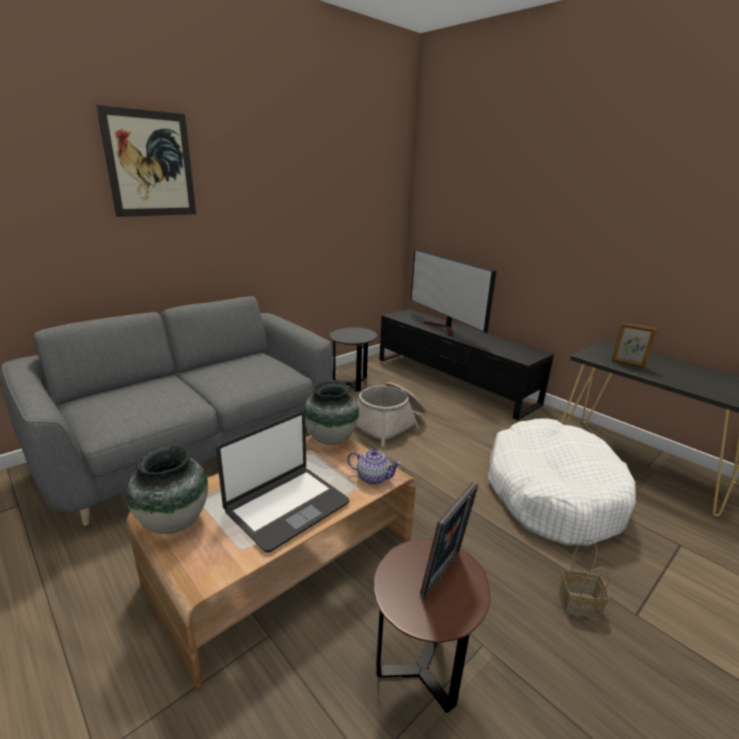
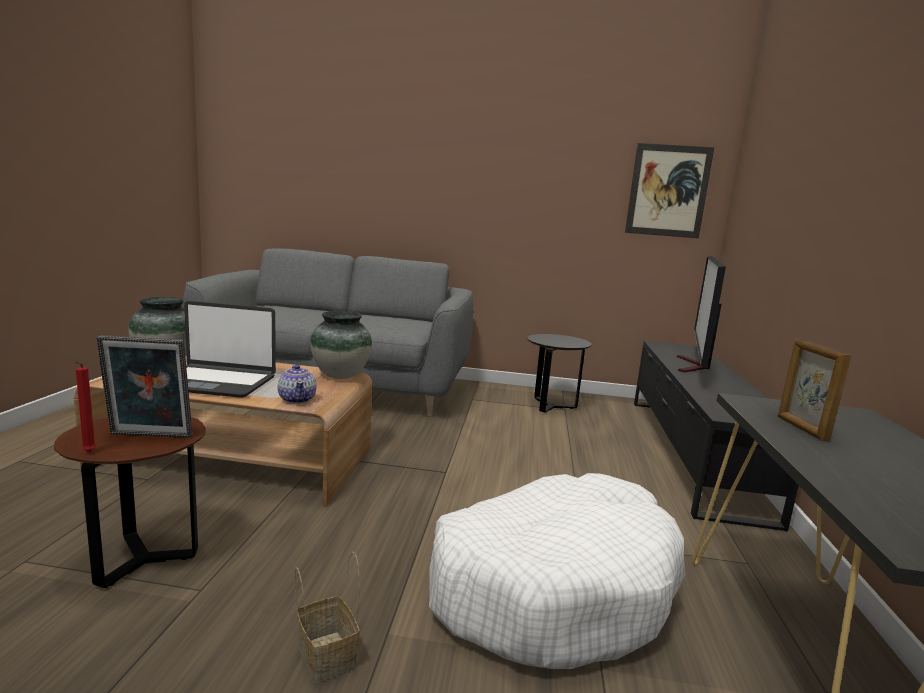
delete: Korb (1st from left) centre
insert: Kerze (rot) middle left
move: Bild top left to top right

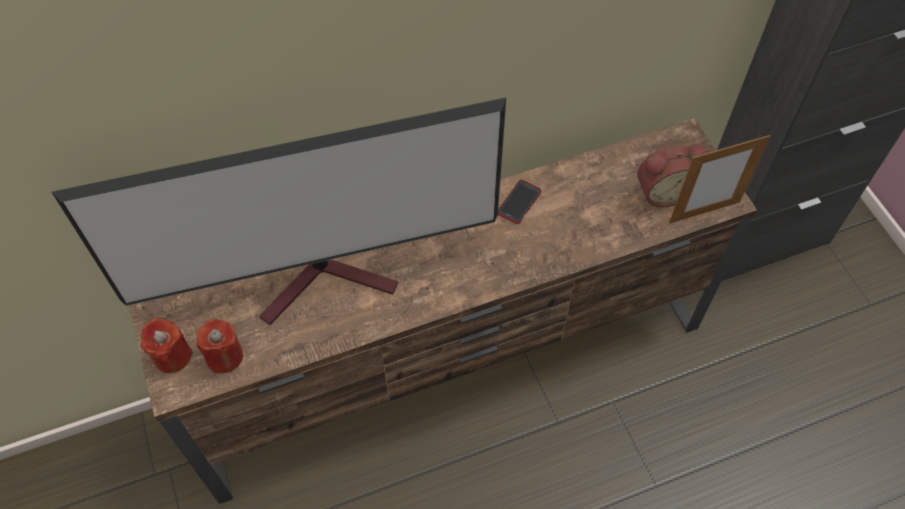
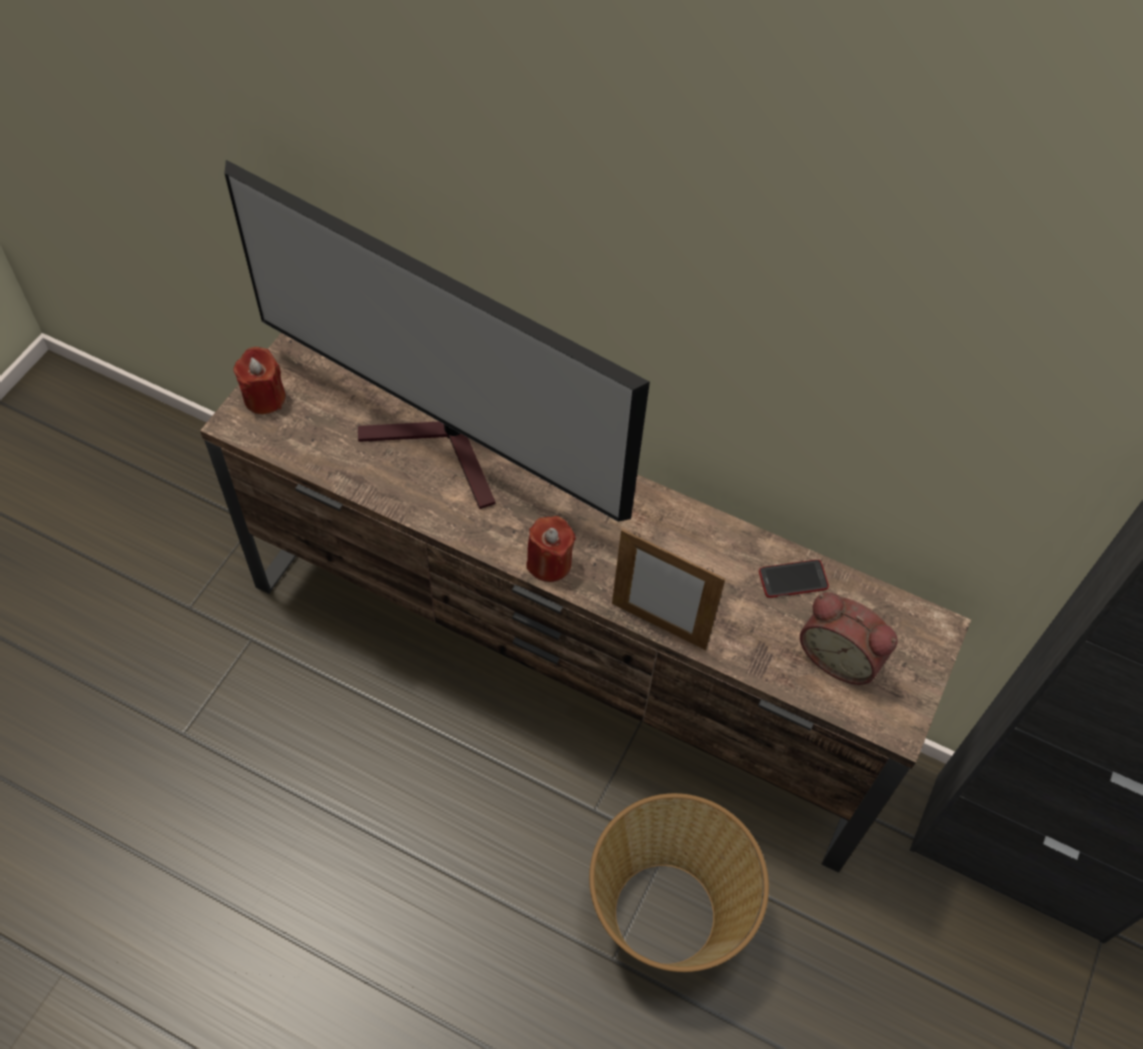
insert: Korb bottom centre
move: Bilderrahmen middle right to centre; Handy centre to middle right; Kerze (rot) (2nd from left) bottom left to centre

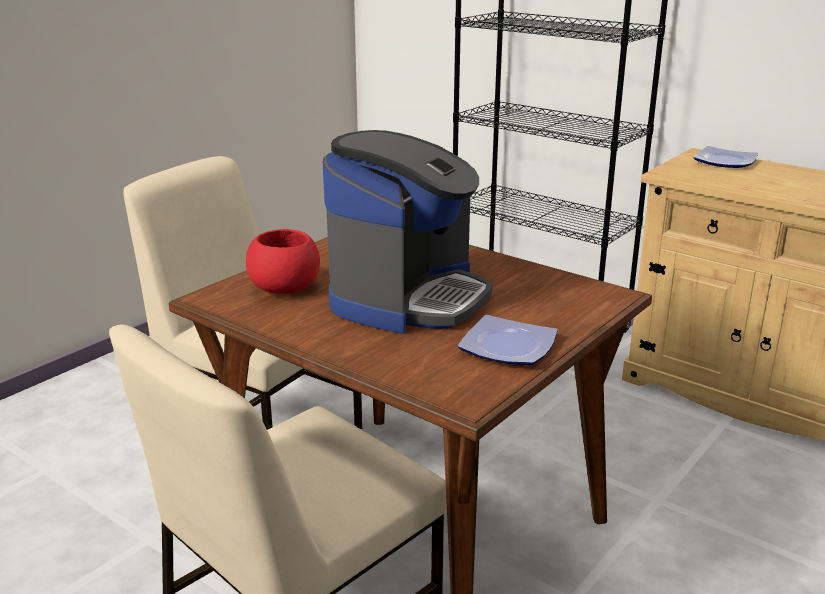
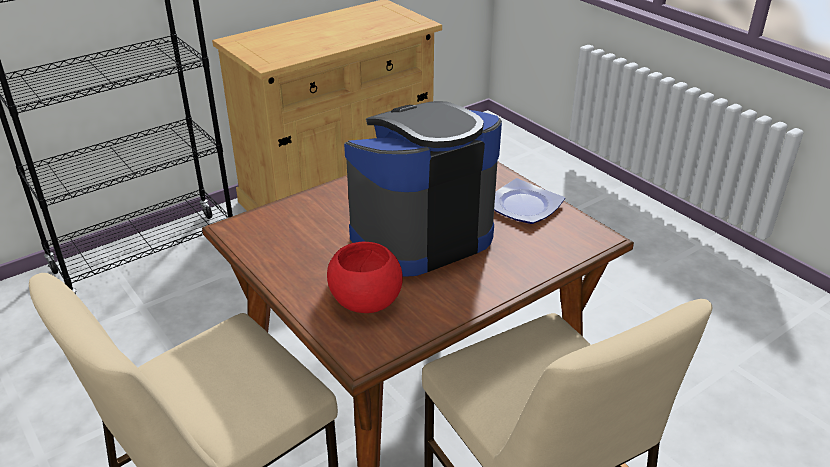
delete: Teller (2nd from left) top right
rotate: Kaffeemaschine centre = centre 75 degrees counterclockwise

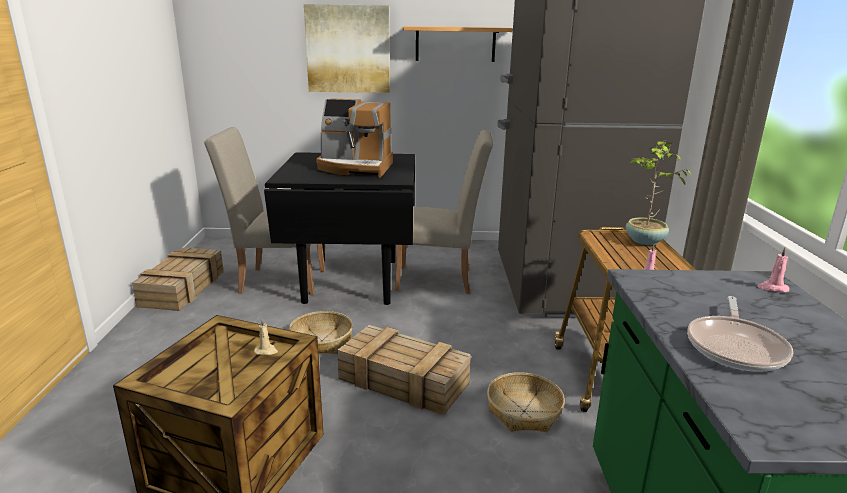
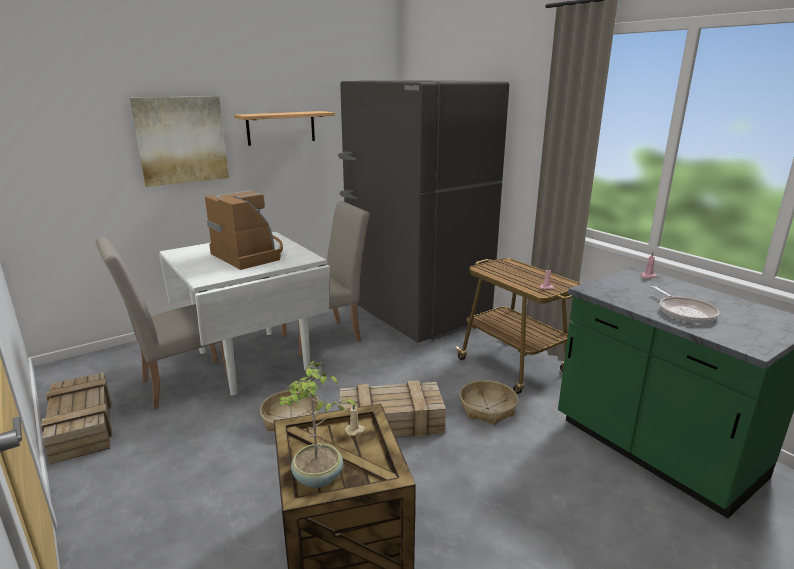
move: Topfpflanze middle right to bottom centre
recolor: Esstisch (schwarz) centre to Esstisch (weiß) middle left
rotate: Kaffeemaschine top centre = middle left 105 degrees counterclockwise

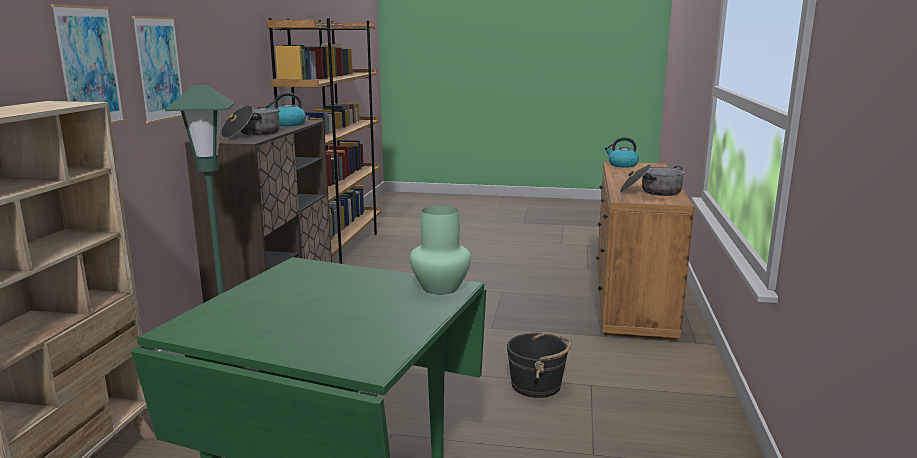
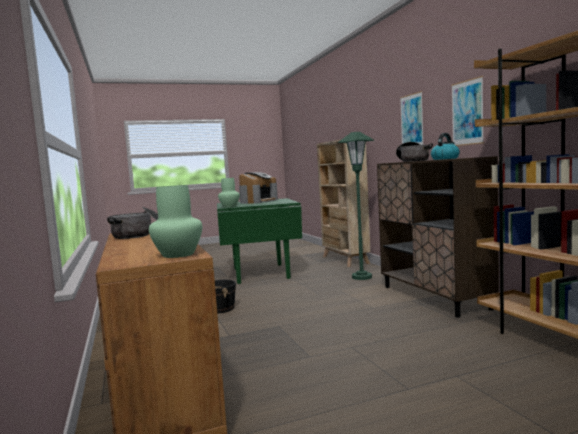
insert: Kaffeemaschine centre
move: Bild (1st from left in the first image) top left to Bild (2nd from left) top right
replace: Wasserkessel (2nd from left) top right to Vase (grün) (1st from left) middle left

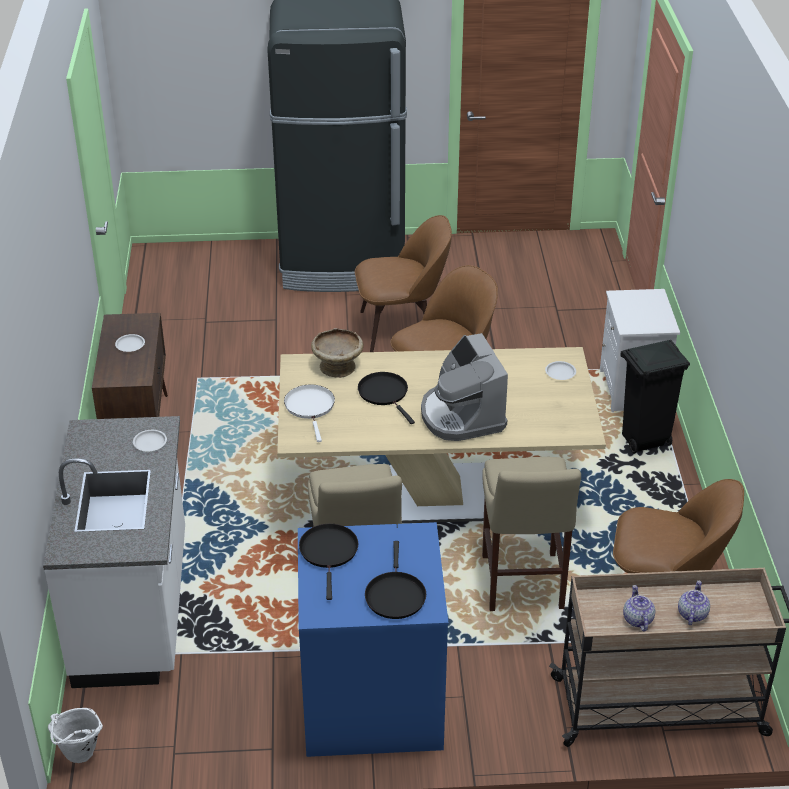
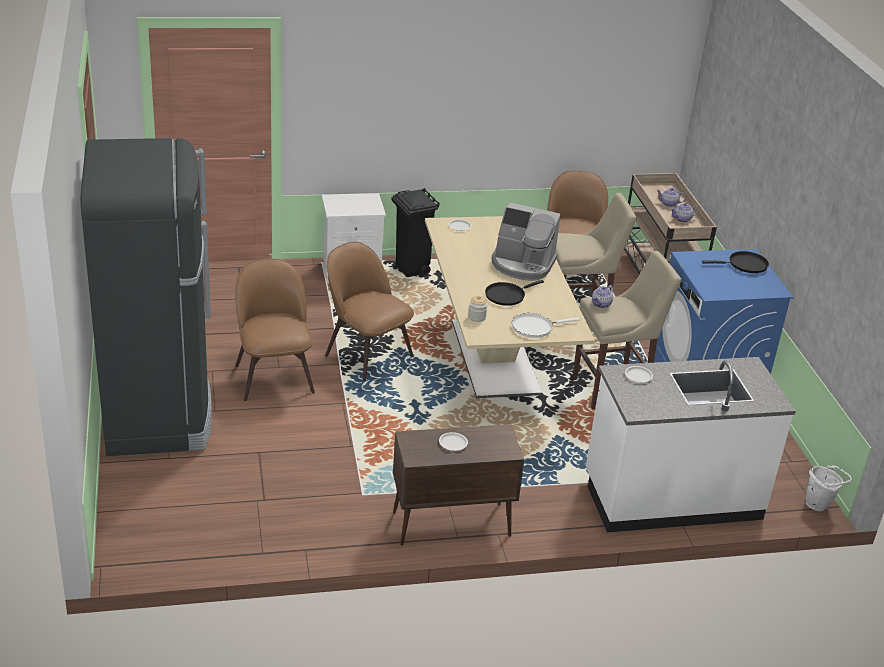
delete: Pfanne (schwarz) (1st from left) bottom centre
insert: Teekanne (1st from left) middle right
replace: Schüssel (beige) centre to Vorratsglas centre
rotate: Kaffeemaschine centre = centre 45 degrees clockwise

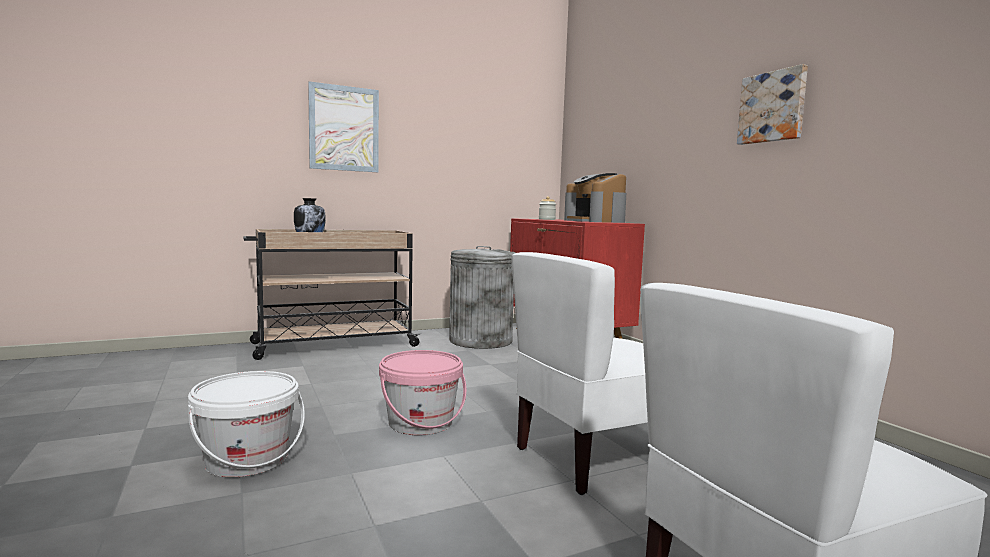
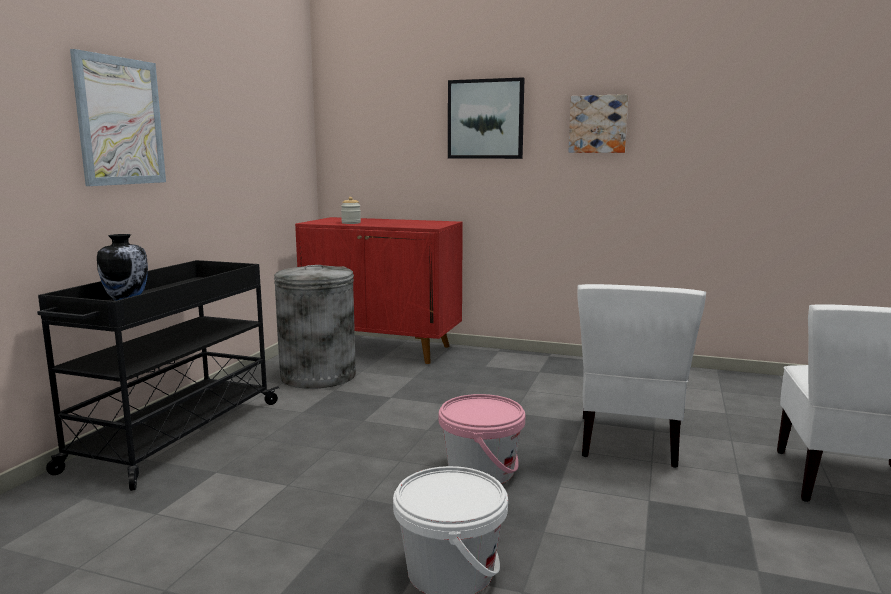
delete: Kaffeemaschine centre
insert: Bild (2nd from left) top centre
recolor: Rollwagen (beige) centre to Rollwagen (schwarz) middle left

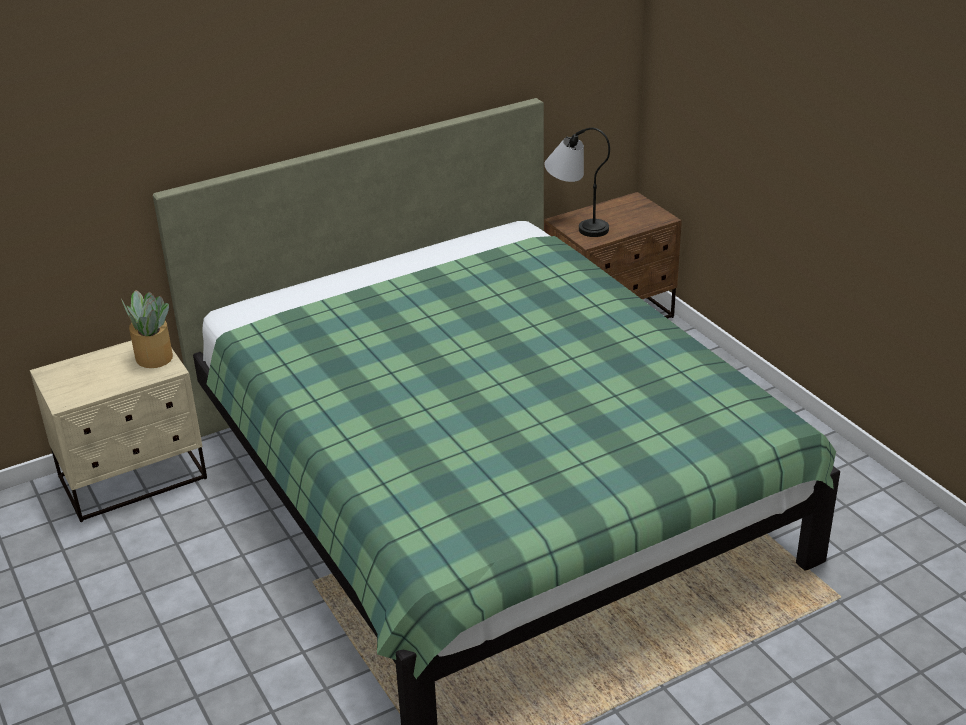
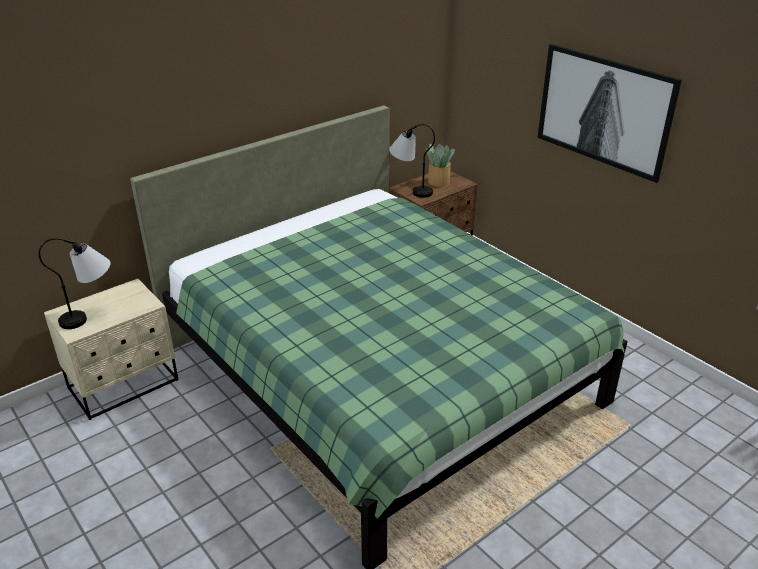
insert: Bild top right; Tischlampe (1st from left) middle left
move: Topfpflanze middle left to top centre

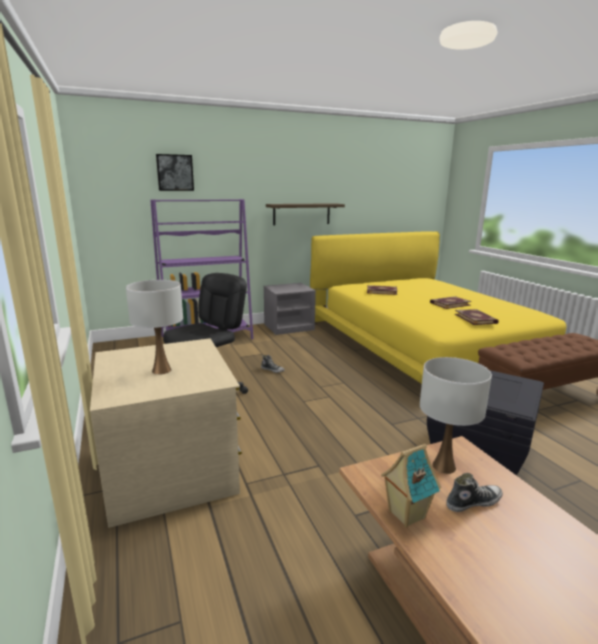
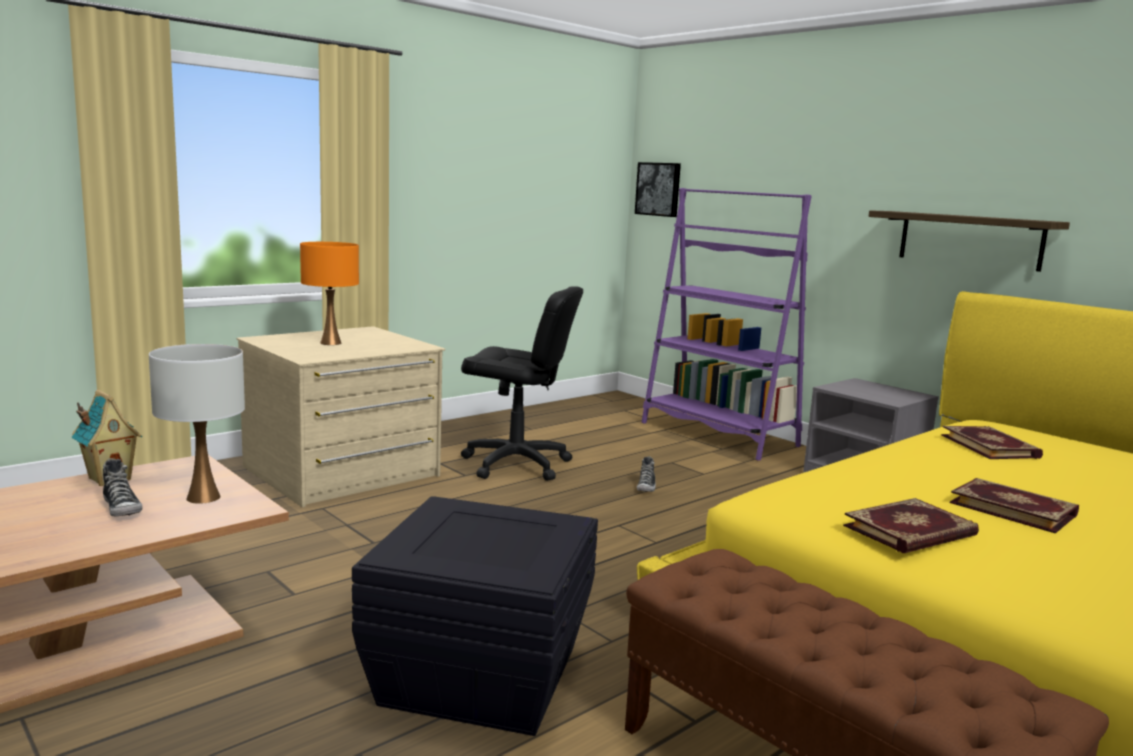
move: Bild top left to top centre
recolor: Tischlampe (weiß) (1st from left) middle left to Tischlampe (orange) middle left

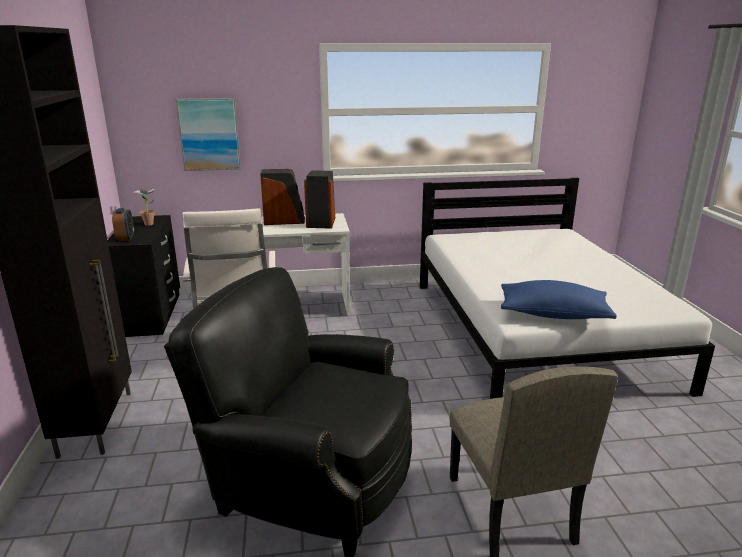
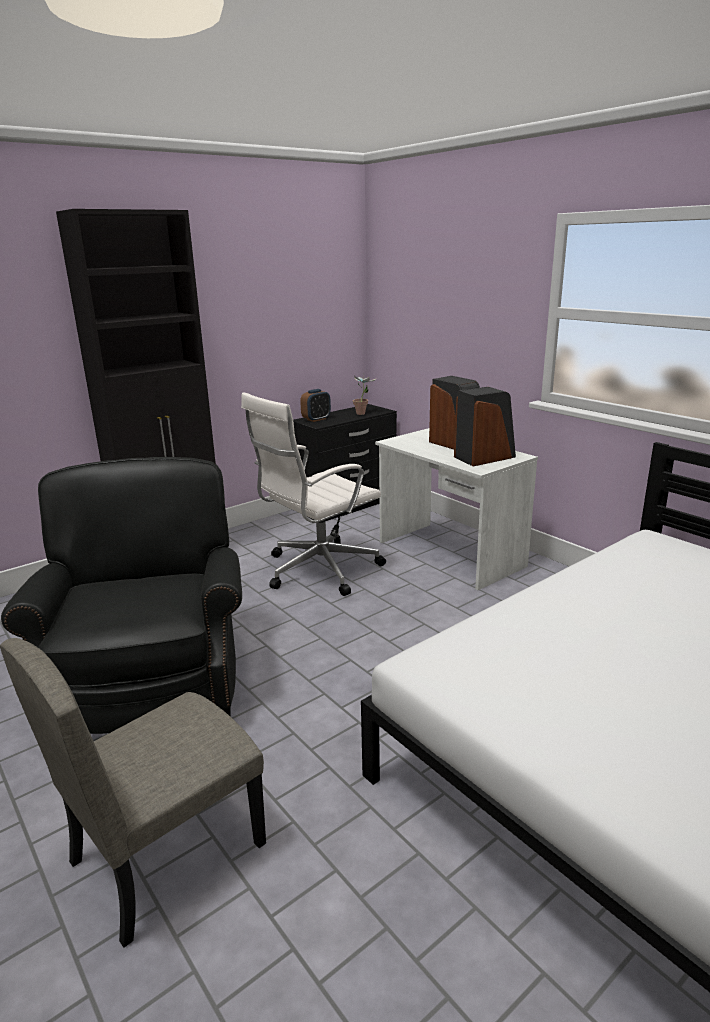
delete: Bild top left; Kissen (blau) middle right

